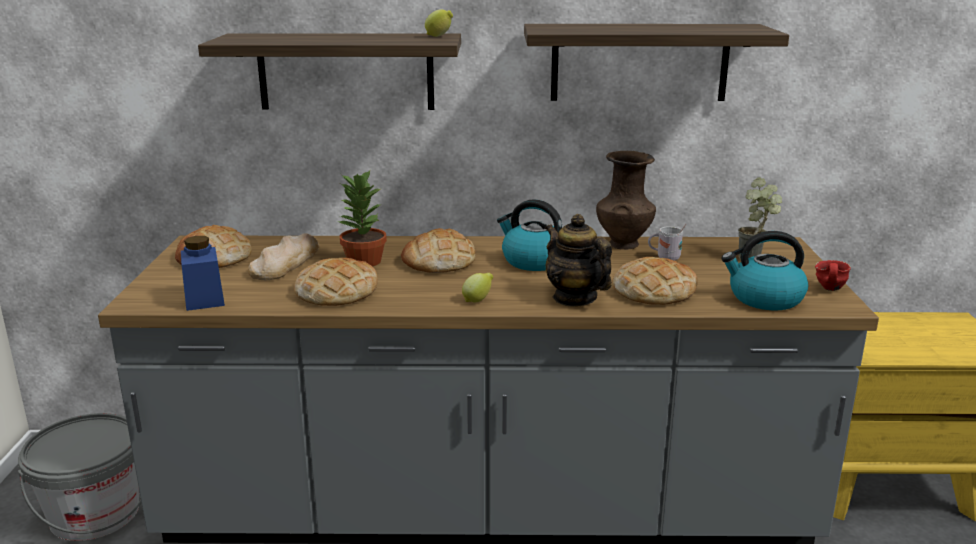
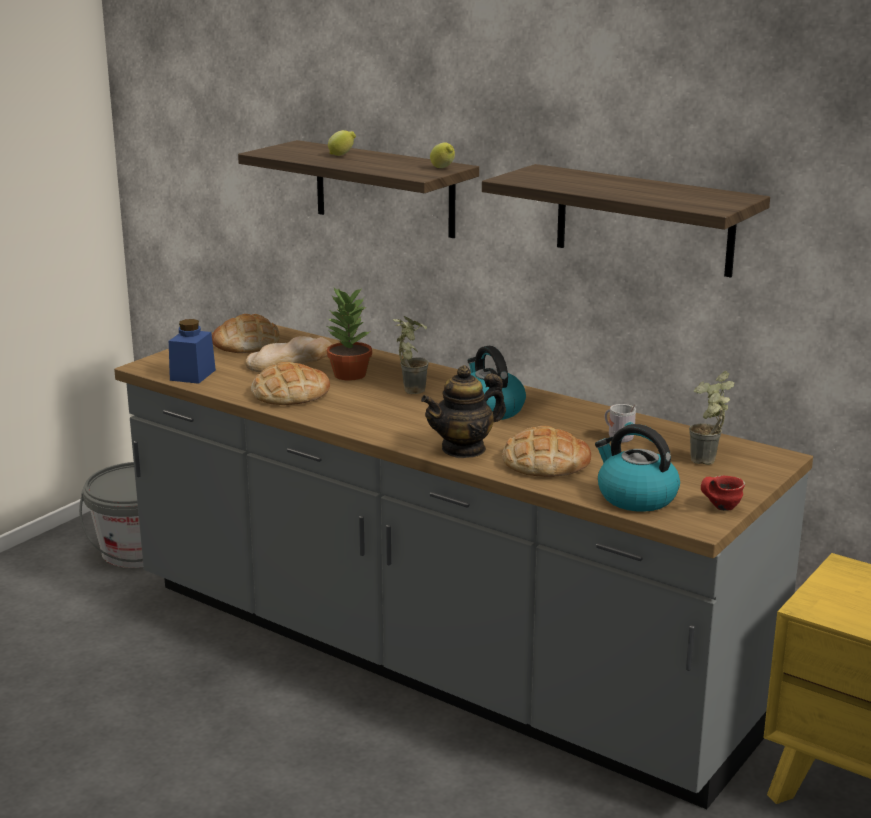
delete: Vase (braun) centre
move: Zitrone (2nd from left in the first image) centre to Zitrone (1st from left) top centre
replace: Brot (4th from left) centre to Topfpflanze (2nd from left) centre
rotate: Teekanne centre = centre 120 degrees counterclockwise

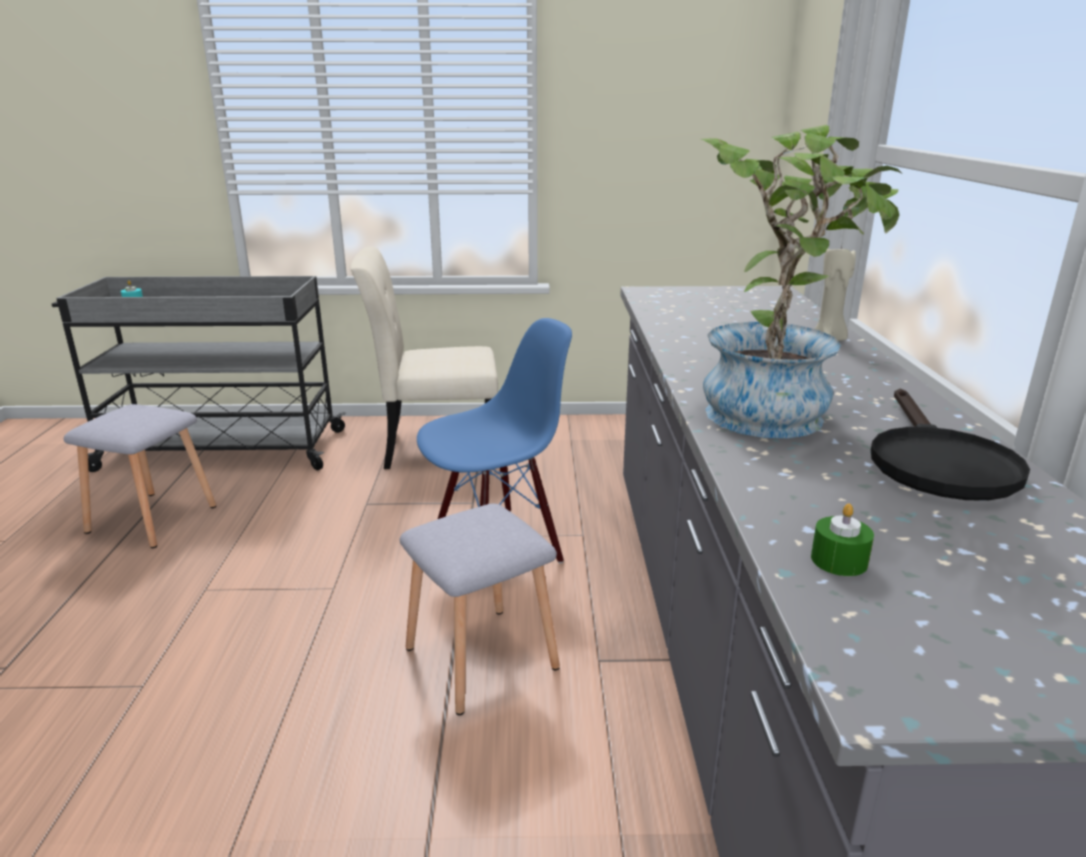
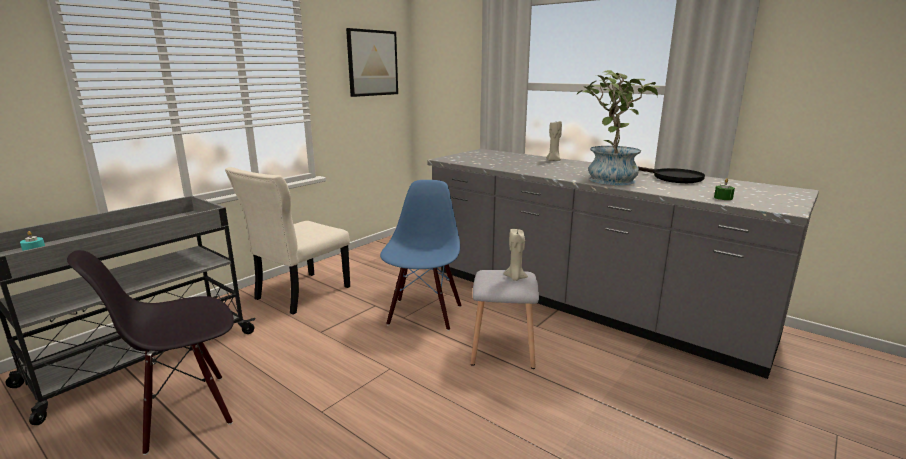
insert: Bild top centre; Kerze (beige) (1st from left) centre
replace: Hocker (grau) (1st from left) middle left to Stuhl (schwarz) bottom left

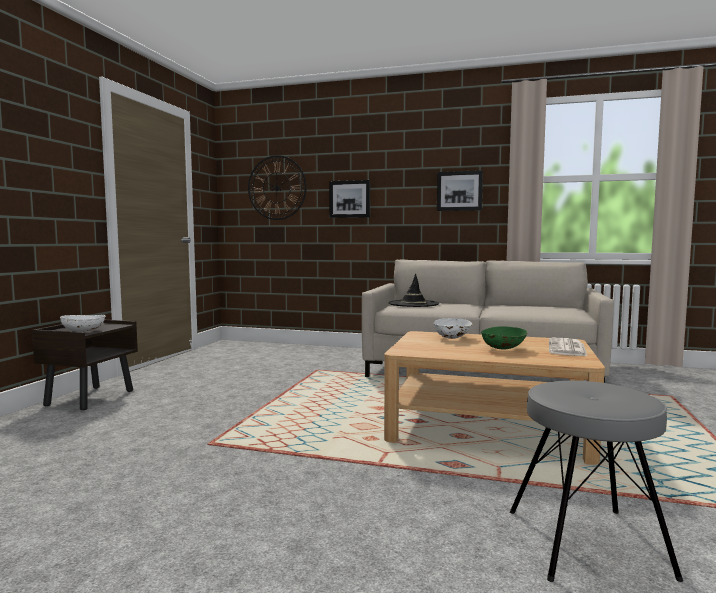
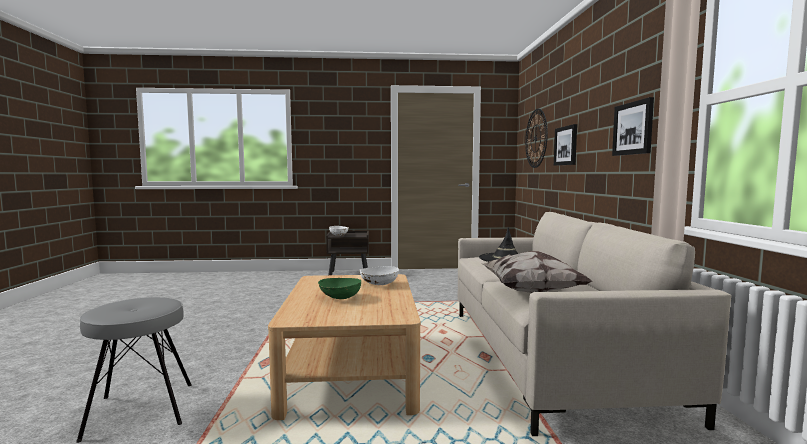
delete: Zeitung middle right
insert: Kissen centre

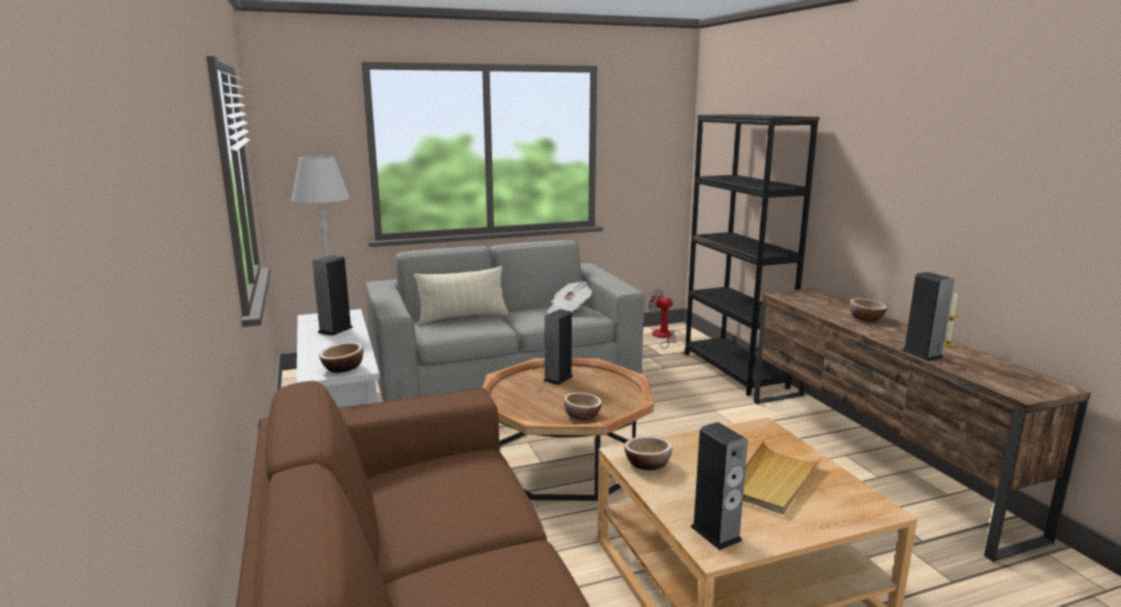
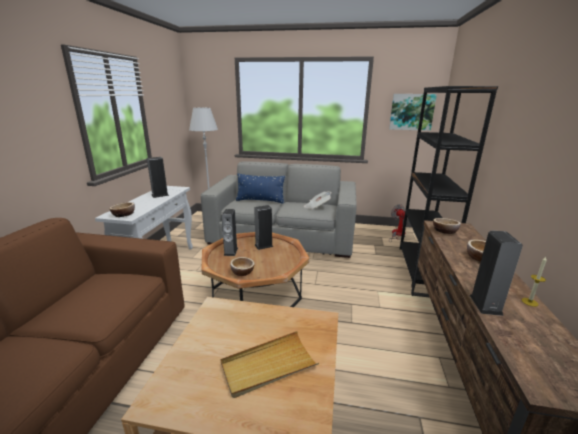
insert: Bild top right
move: Lautsprecher (3rd from left in the first image) bottom centre to Lautsprecher (2nd from left) centre; Schüssel (3rd from left) bottom centre to middle right
recolor: Kissen (beige) centre to Kissen (blau) centre

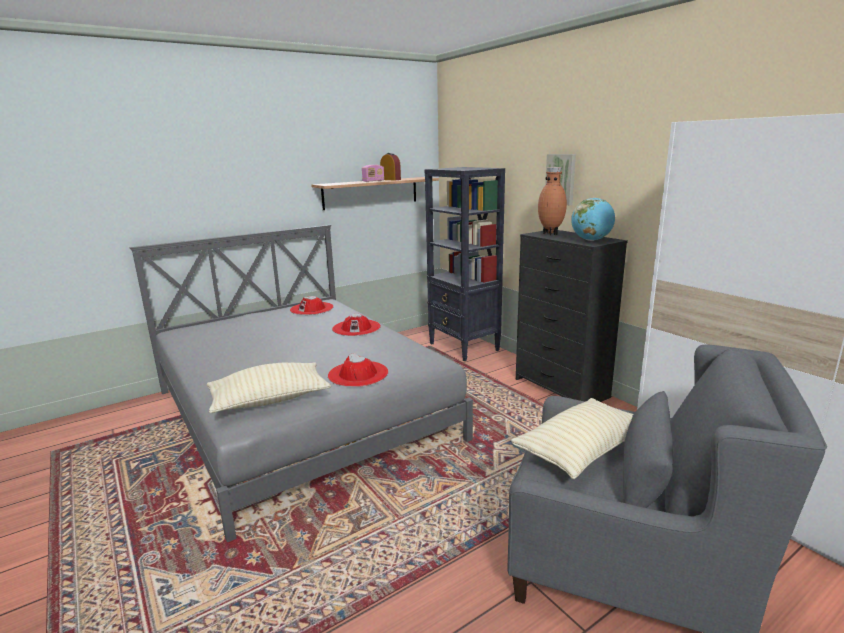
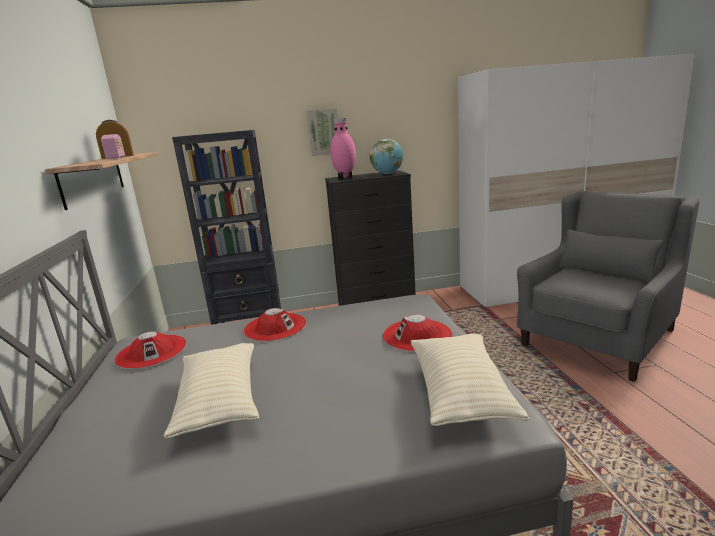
move: Kissen (beige) (2nd from left in the first image) bottom right to Kissen (beige) (1st from left) bottom left
recolor: Vase (braun) top centre to Vase (rosa) top centre

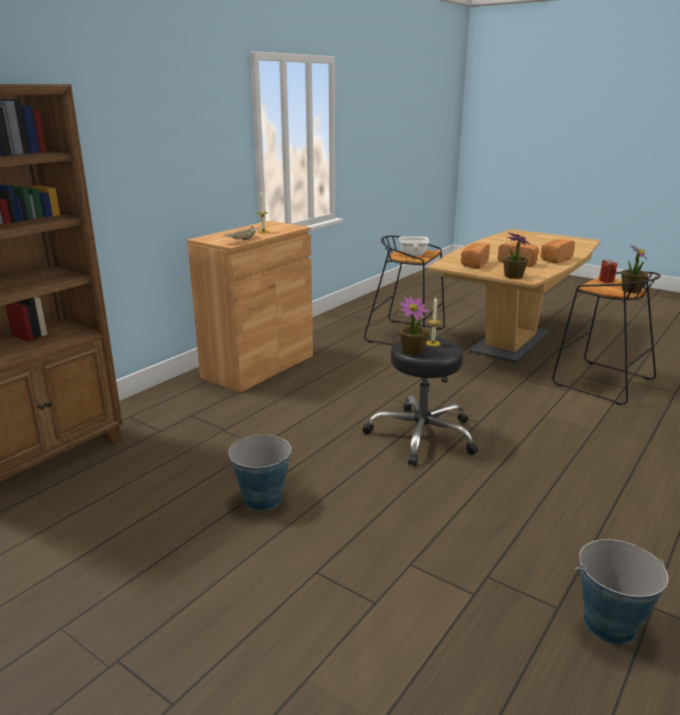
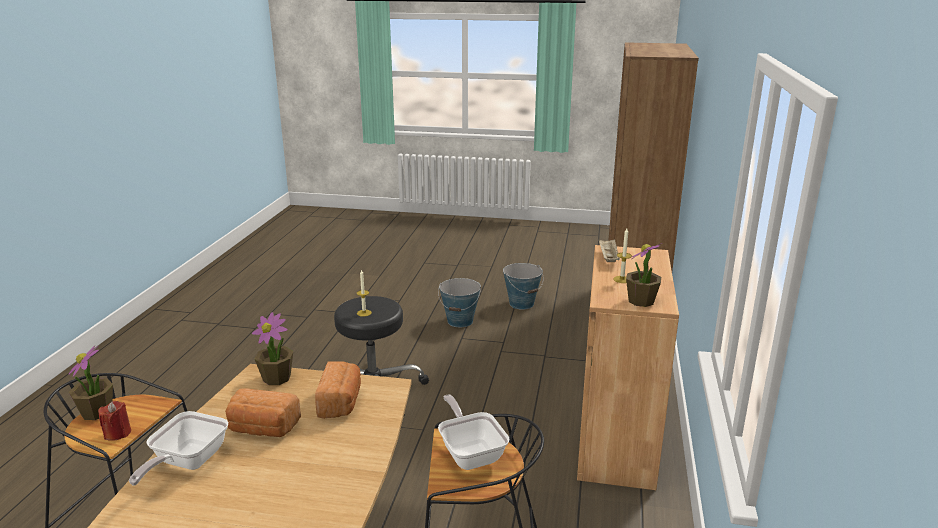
move: Topfpflanze (1st from left in the first image) centre to Topfpflanze (3rd from left) middle right; Eimer (2nd from left) bottom right to centre
replace: Brot (3rd from left) middle right to Pfanne (1st from left) bottom left

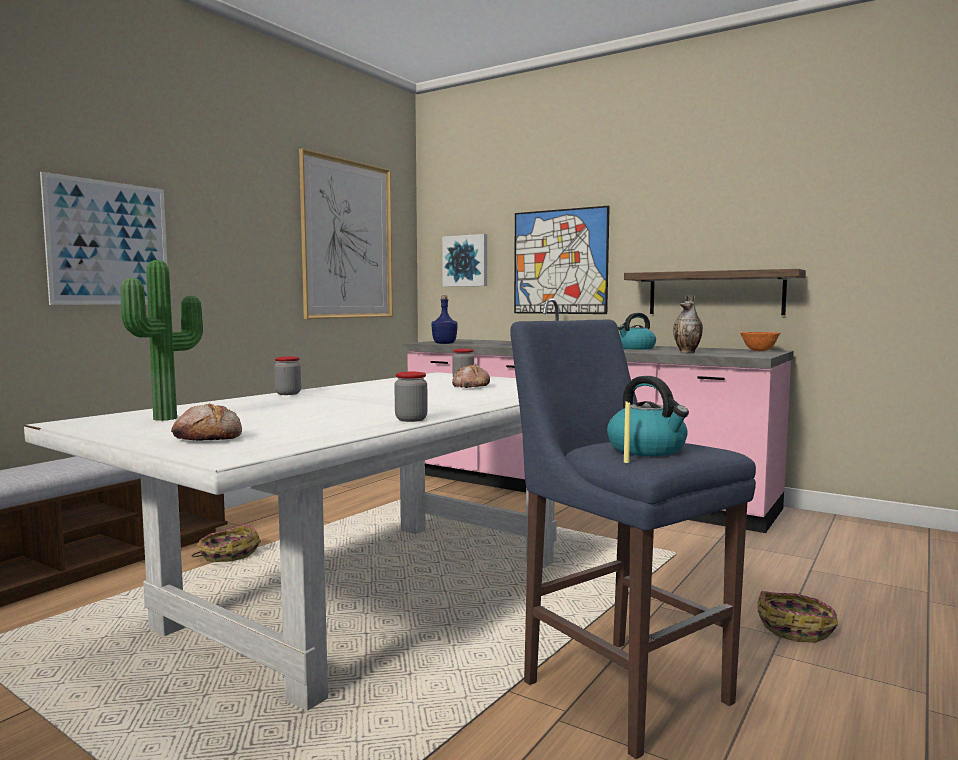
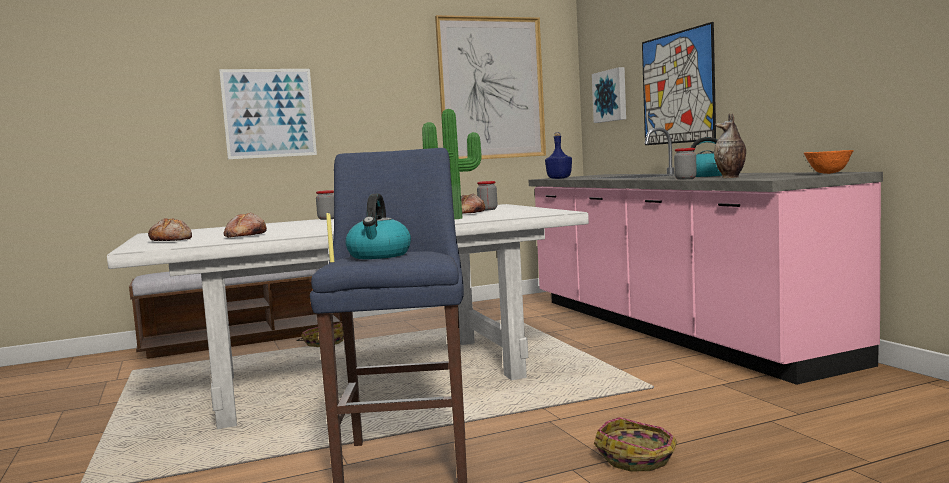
delete: Wandregal middle right
insert: Brot (2nd from left) middle left
move: Topfpflanze middle left to centre; Vorratsglas (2nd from left in the first image) centre to Vorratsglas (3rd from left) middle right

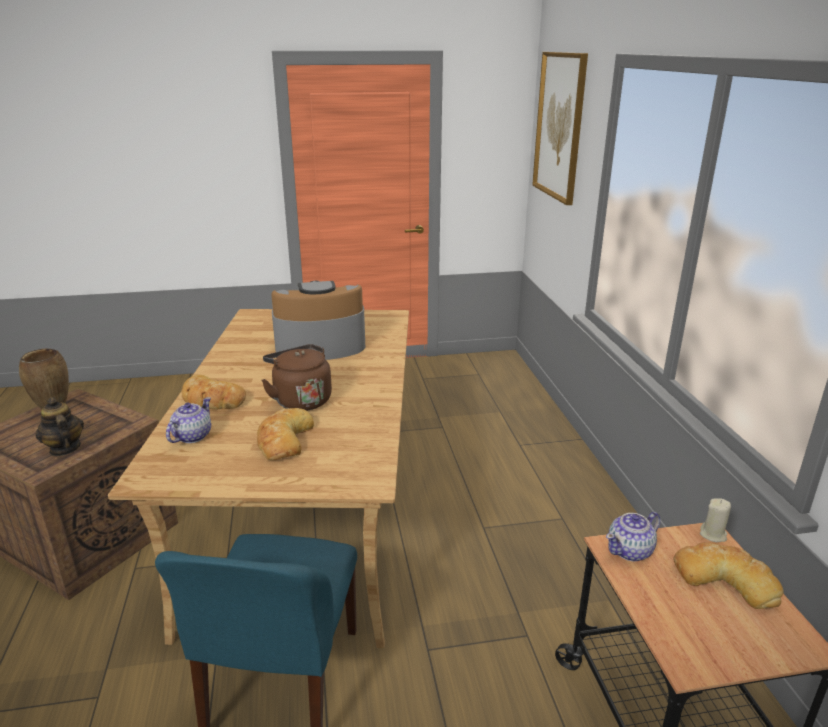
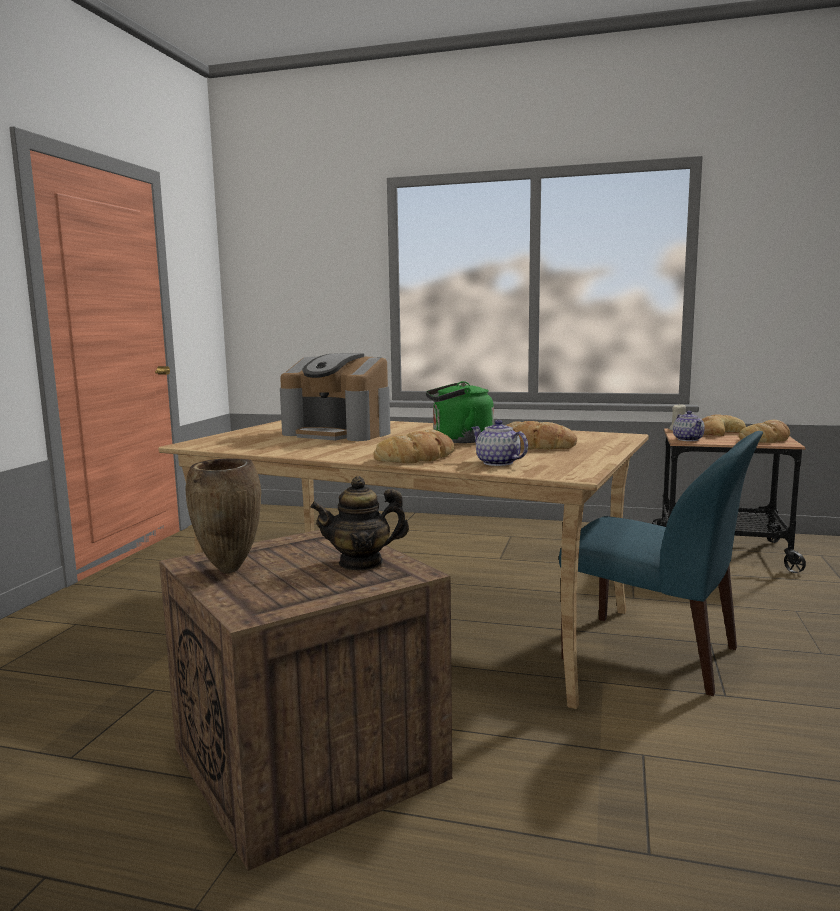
delete: Bild top right
insert: Brot (4th from left) middle right
recolor: Wasserkessel (braun) centre to Wasserkessel (grün) centre
rotate: Kaffeemaschine centre = centre 75 degrees counterclockwise

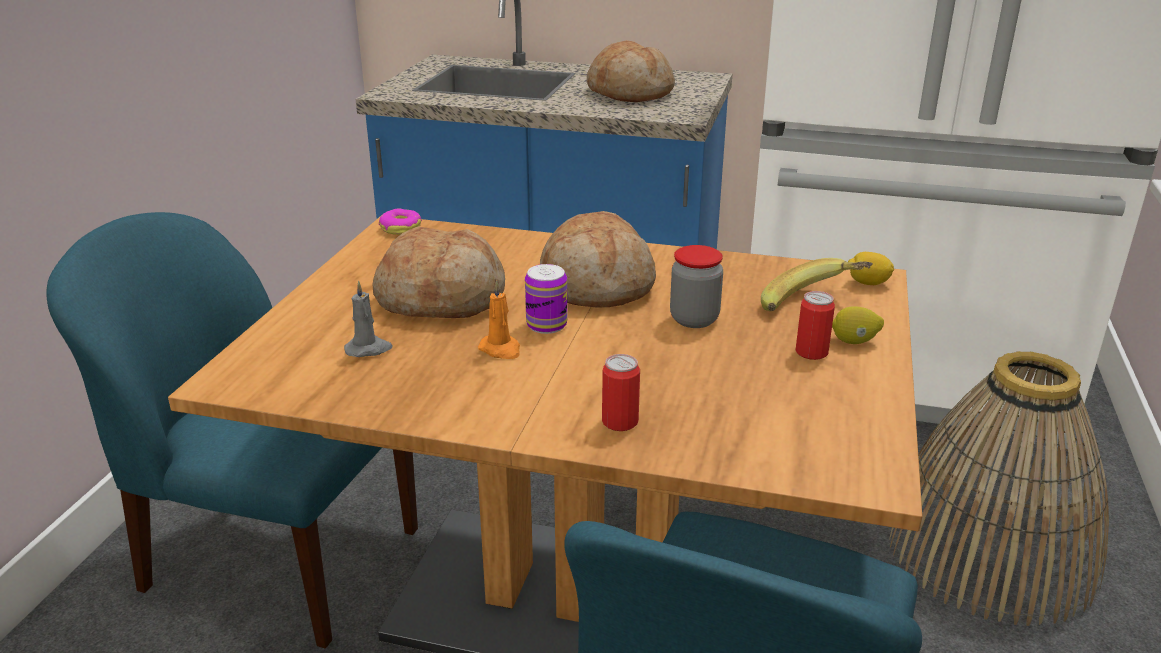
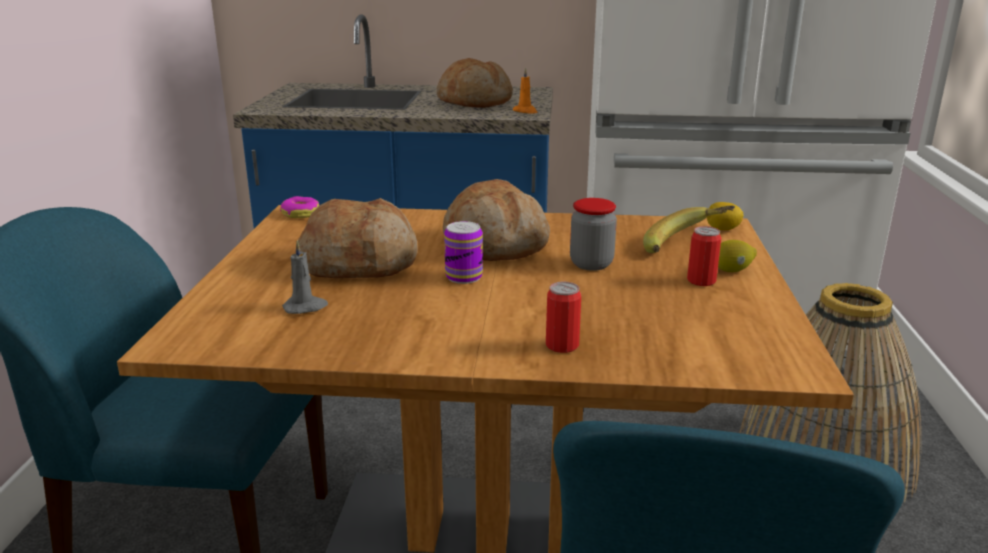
move: Kerze (orange) centre to top centre

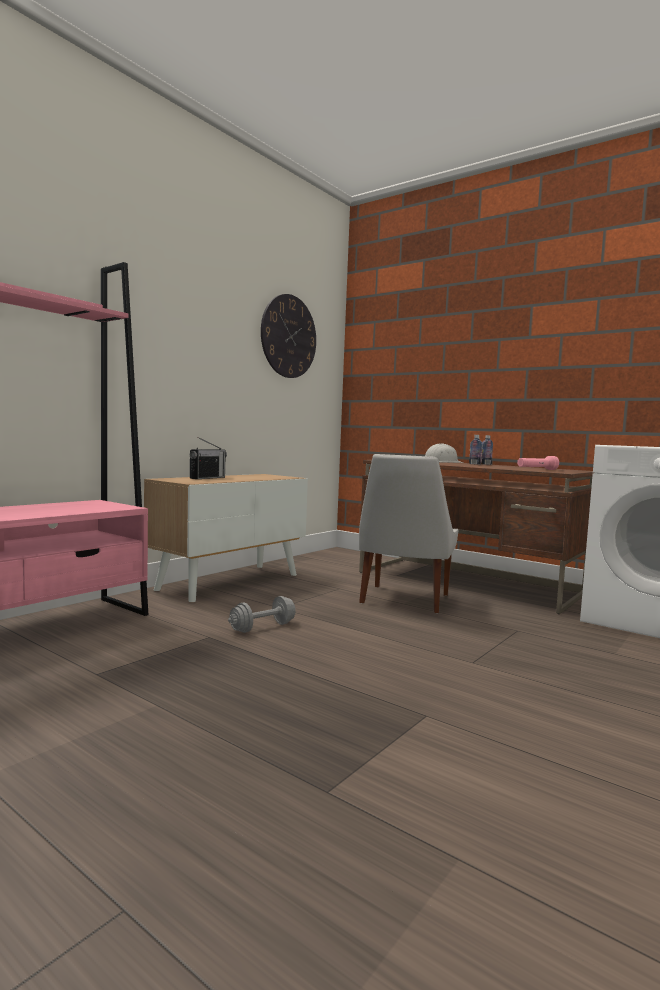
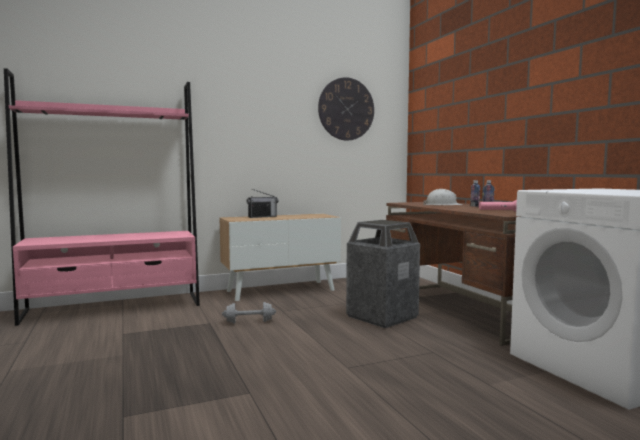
replace: Stuhl (weiß) centre to Mülleimer centre

